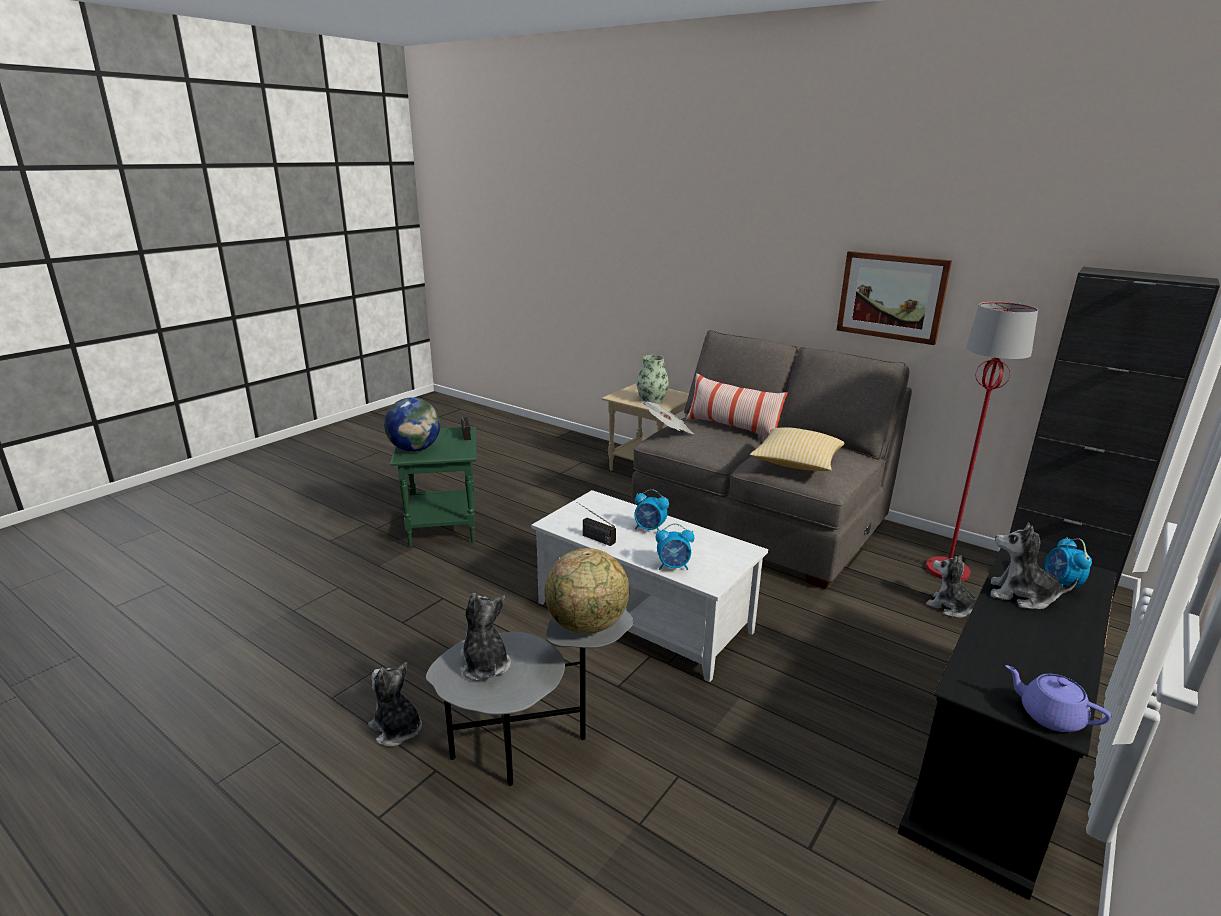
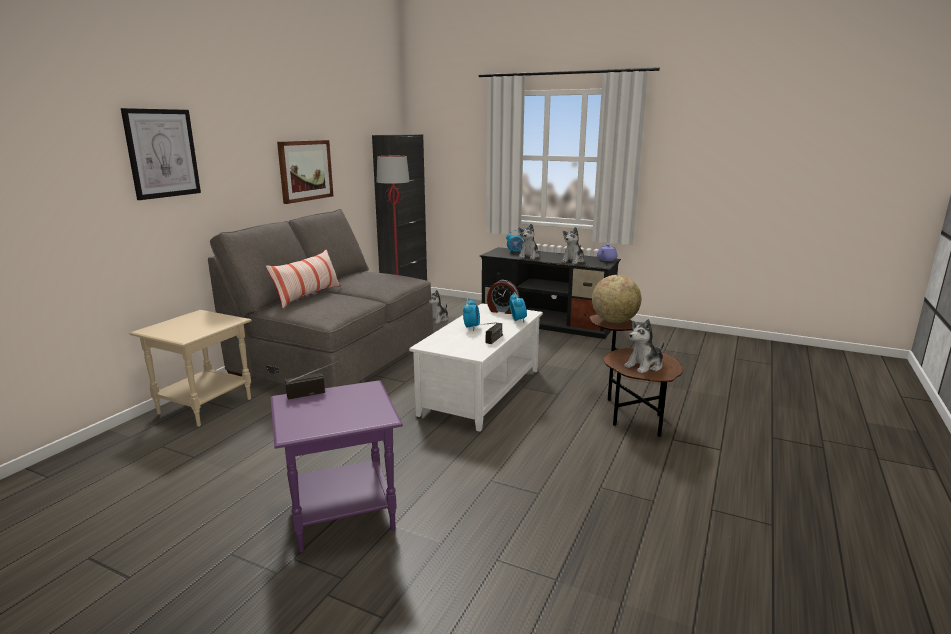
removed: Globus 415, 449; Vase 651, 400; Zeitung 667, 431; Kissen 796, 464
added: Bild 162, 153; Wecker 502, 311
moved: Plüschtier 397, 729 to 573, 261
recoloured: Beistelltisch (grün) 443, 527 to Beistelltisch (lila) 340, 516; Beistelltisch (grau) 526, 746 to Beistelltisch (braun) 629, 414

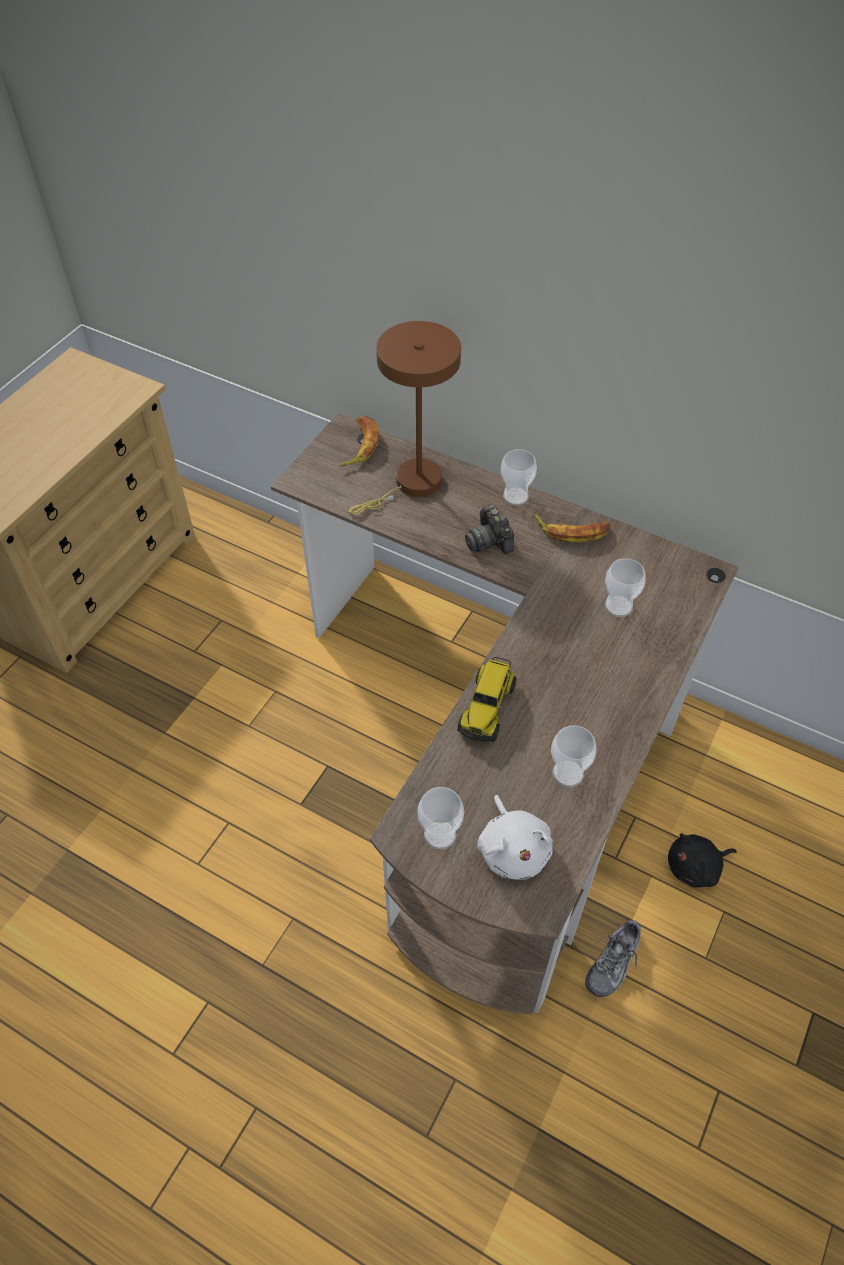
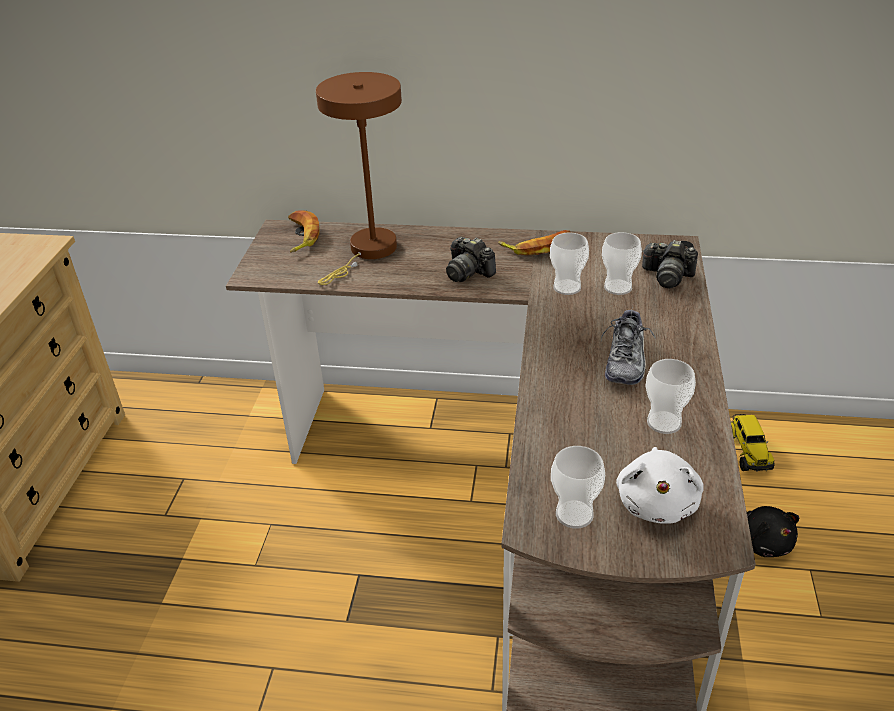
added: Kamera 667, 276
moved: Tasse 515, 496 to 567, 287; Schuh 613, 962 to 625, 361; Spielzeuglaster 487, 707 to 748, 451
turned: Plüschtier (weiß) 513, 849 = 657, 502 45 degrees clockwise; Plüschtier (schwarz) 695, 867 = 761, 541 75 degrees counterclockwise

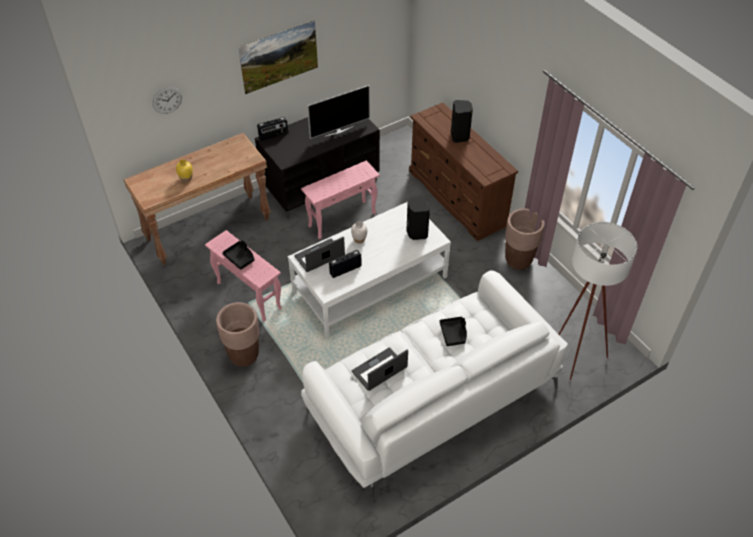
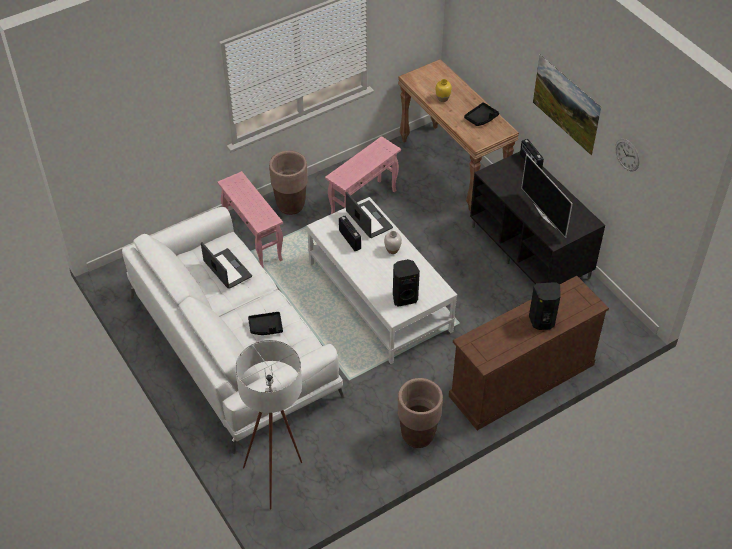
moved: Beistelltisch (rosa) 342, 220 to 254, 242; Tablett (schwarz) 240, 258 to 481, 118; Wanduhr 167, 100 to 627, 155

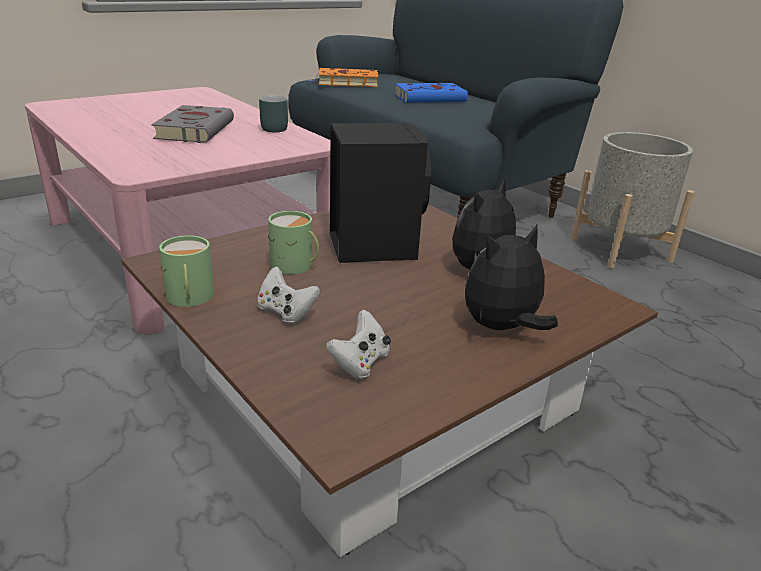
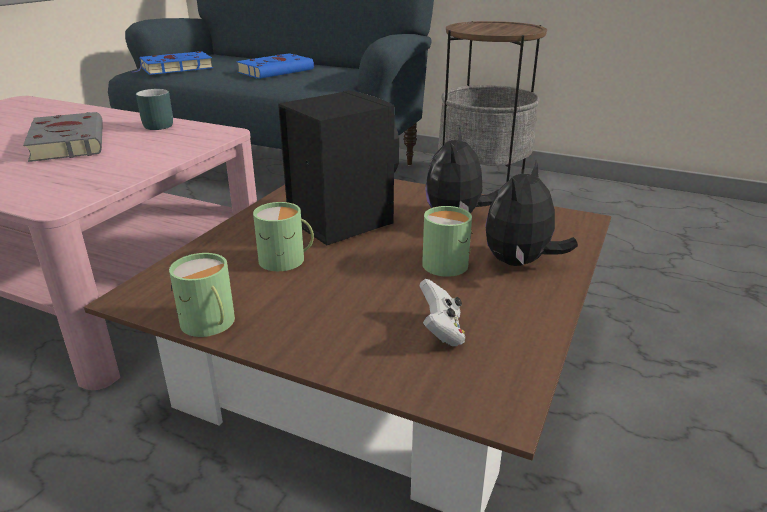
removed: Gamepad (weiß) 286, 312
added: Henkelbecher (grün) 447, 262
replaced: Pflanzkübel (grau) 620, 249 to Beistelltisch 483, 179
recoloured: Buch (orange) 346, 82 to Buch (blau) 175, 68

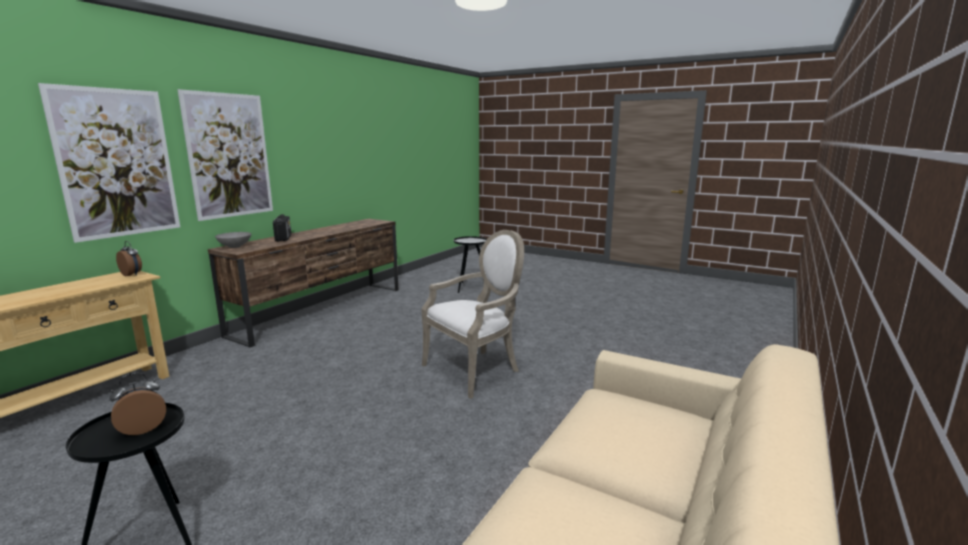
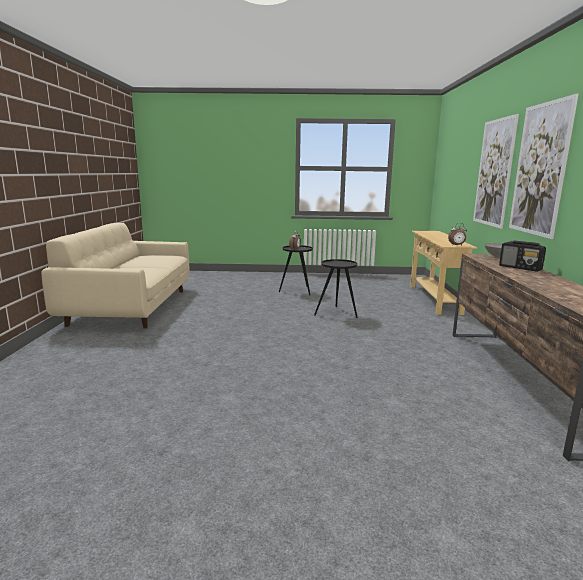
removed: Sessel 476, 369
moved: Beistelltisch (schwarz) 471, 287 to 337, 314

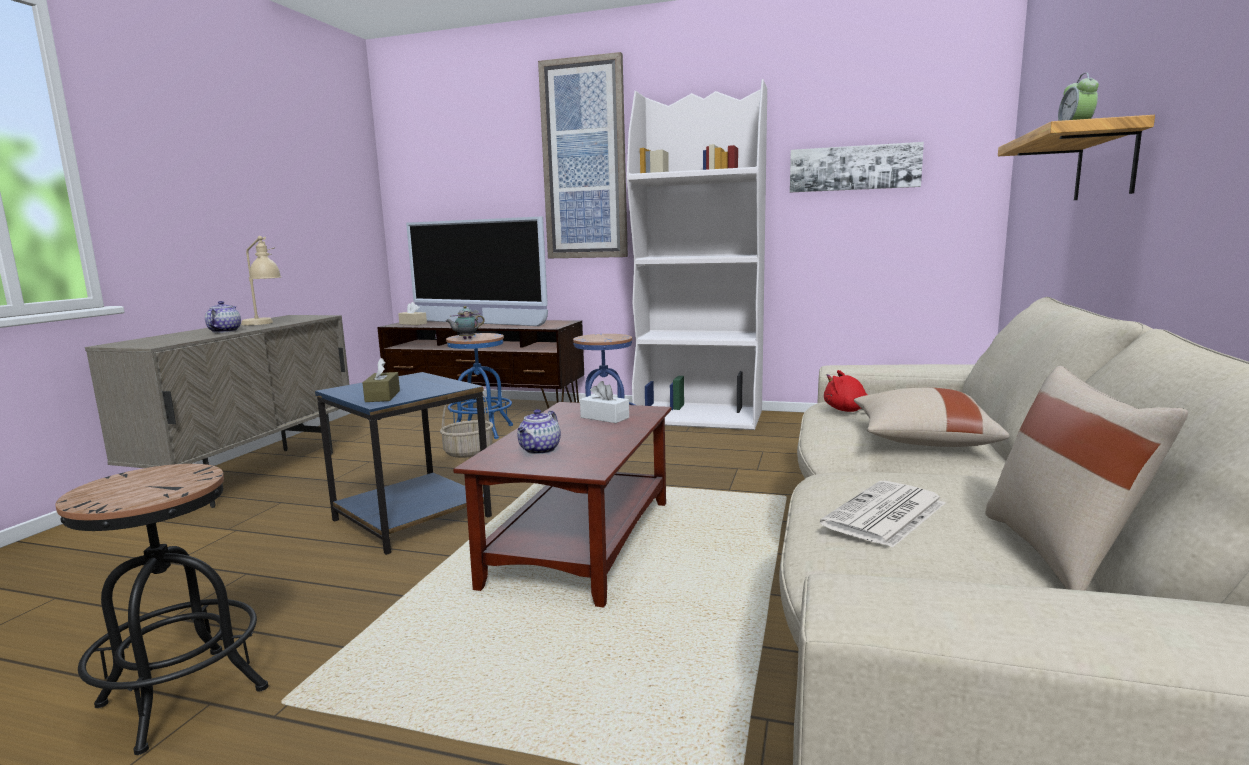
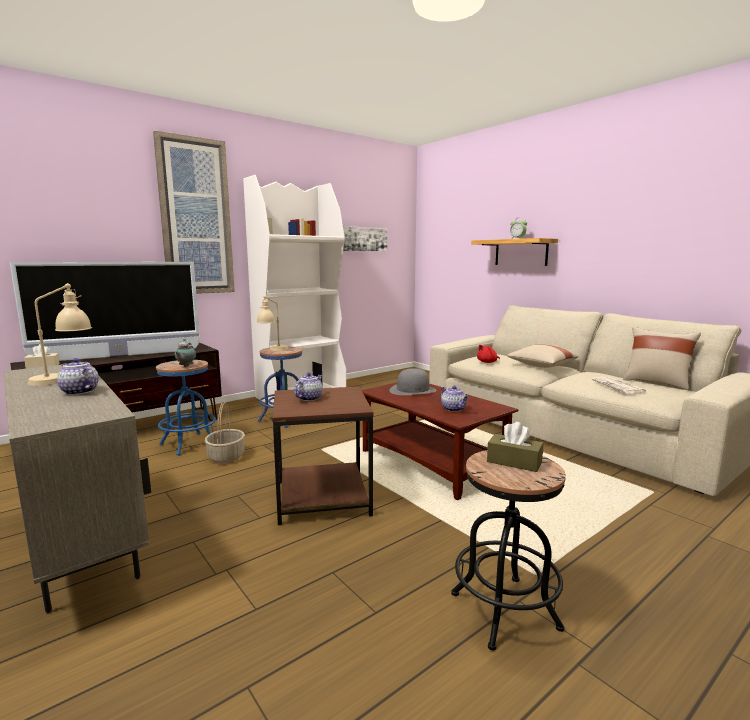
added: Tischlampe (beige) 273, 350; Teekanne 309, 398
moved: Taschentuchbox (braun) 382, 396 to 514, 462
replaced: Taschentuchbox (weiß) 604, 417 to Hut (grau) 413, 390
recoloured: Beistelltisch (blau) 414, 518 to Beistelltisch (braun) 323, 497

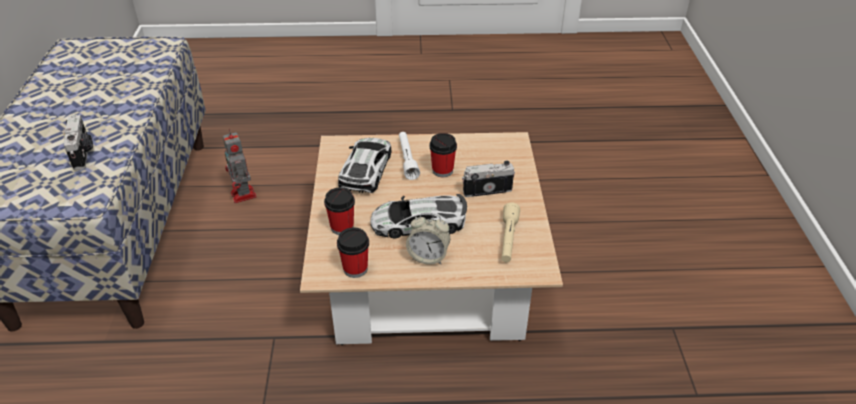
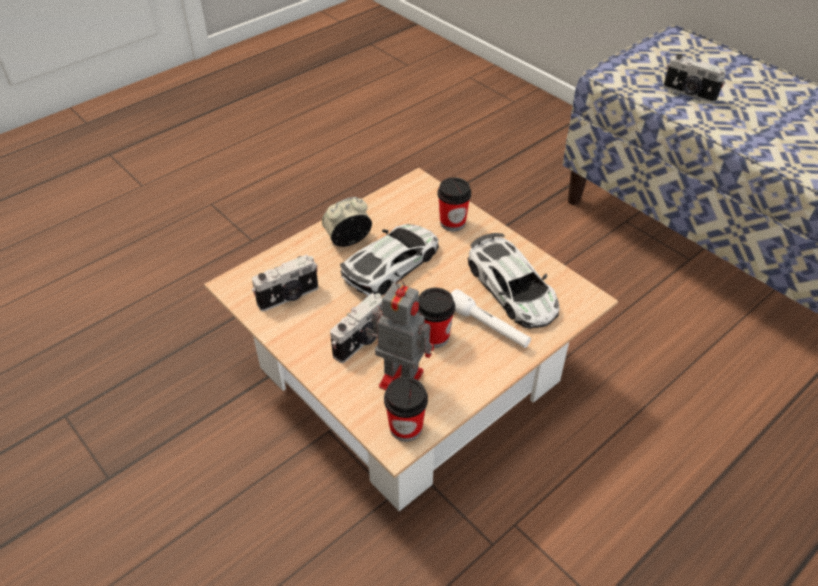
moved: Spielzeugroboter 244, 195 to 399, 378; Tasse 355, 269 to 406, 428
replaced: Taschenlampe (beige) 508, 239 to Kamera 289, 297

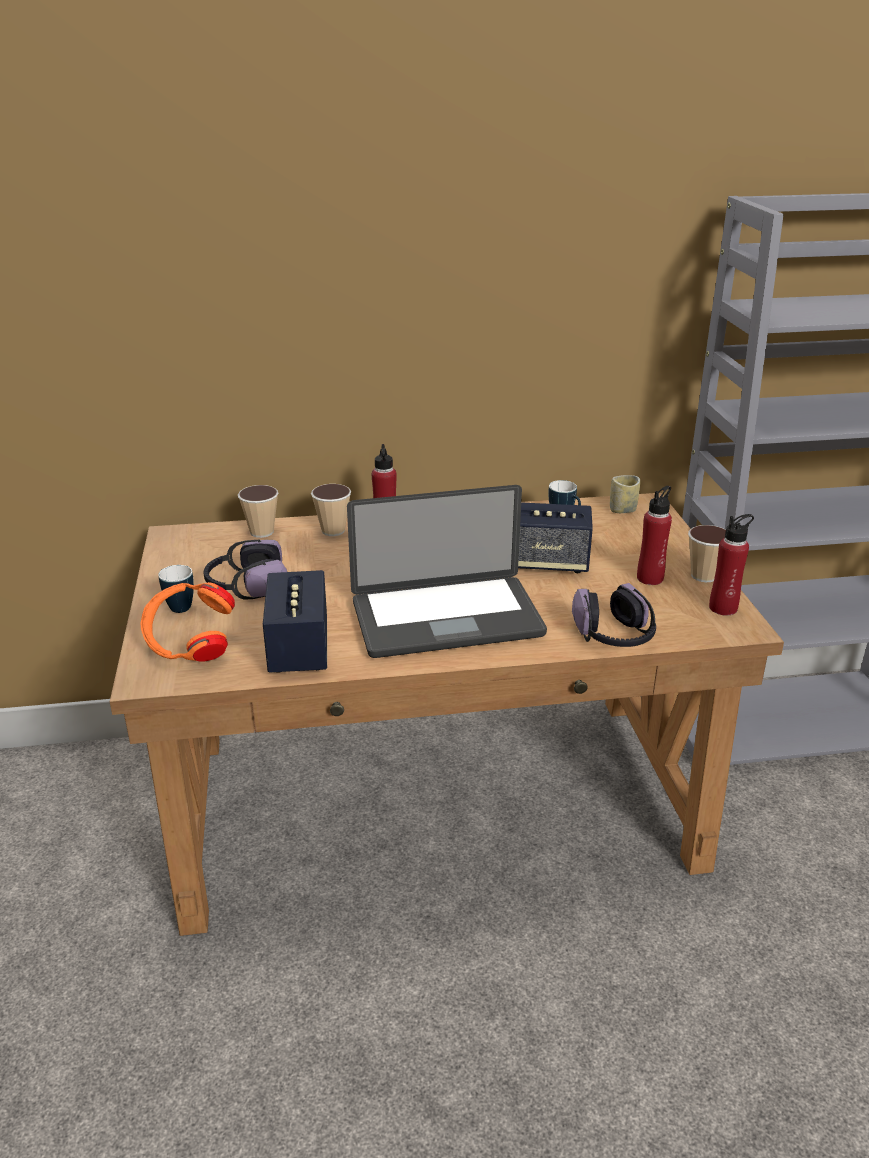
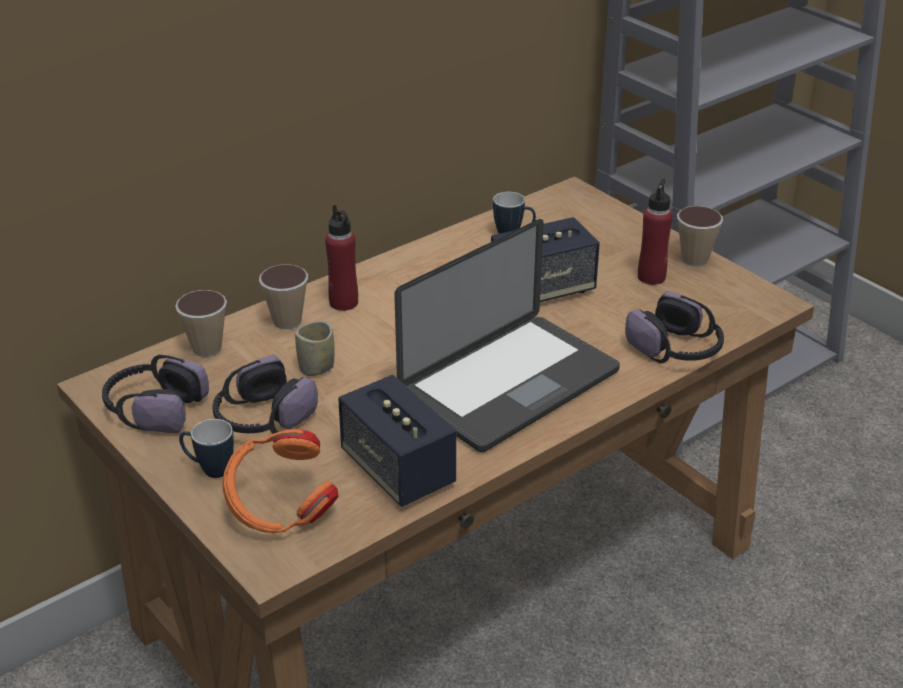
removed: Flasche (rot) 723, 608
added: Kopfhörer 154, 409
moved: Tasse 622, 510 to 316, 367

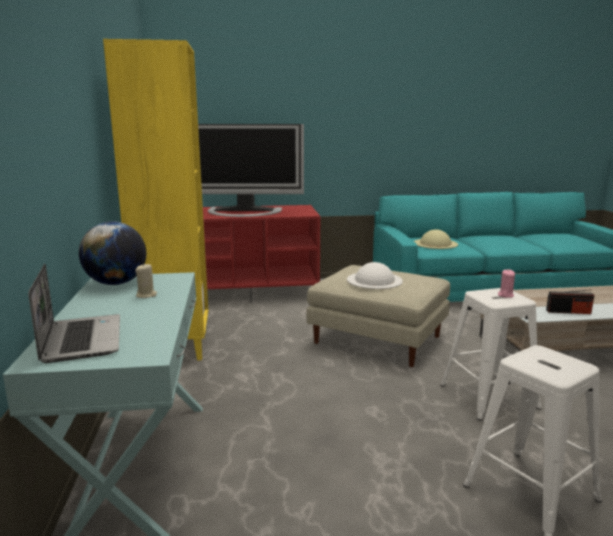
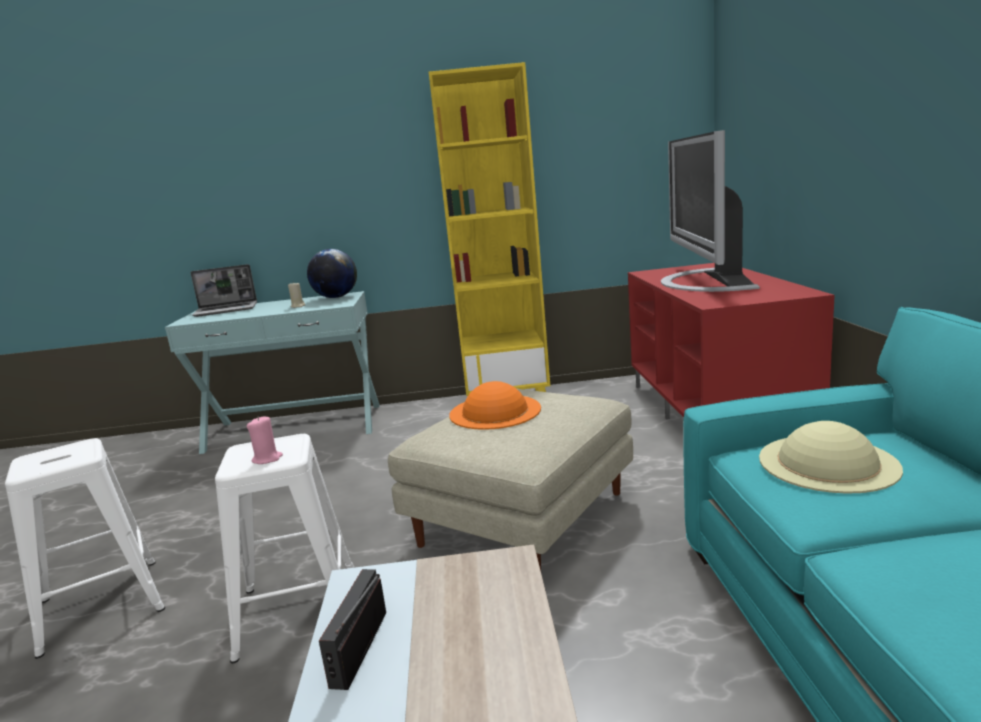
recoloured: Hut (weiß) 374, 280 to Hut (orange) 495, 411

